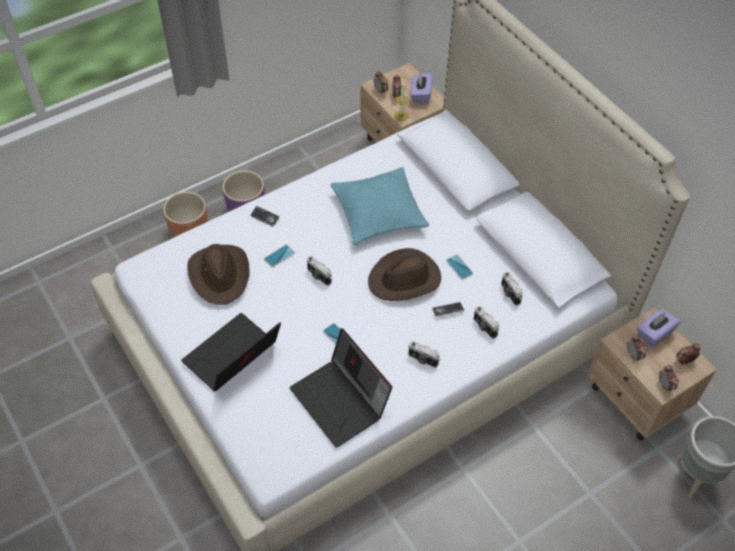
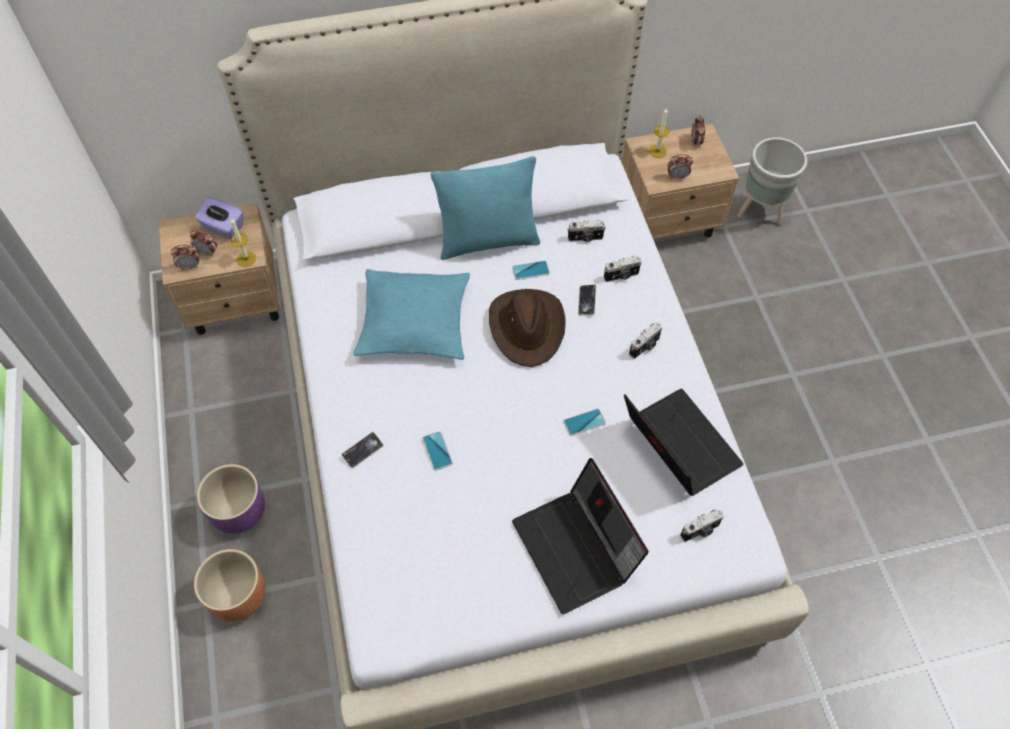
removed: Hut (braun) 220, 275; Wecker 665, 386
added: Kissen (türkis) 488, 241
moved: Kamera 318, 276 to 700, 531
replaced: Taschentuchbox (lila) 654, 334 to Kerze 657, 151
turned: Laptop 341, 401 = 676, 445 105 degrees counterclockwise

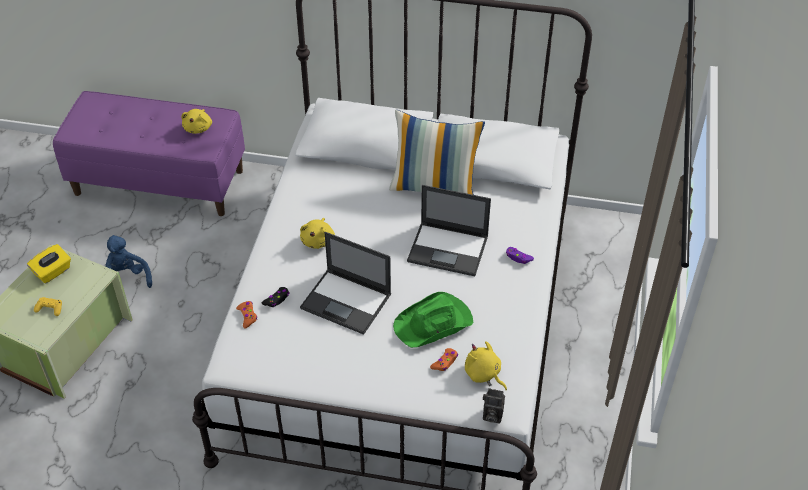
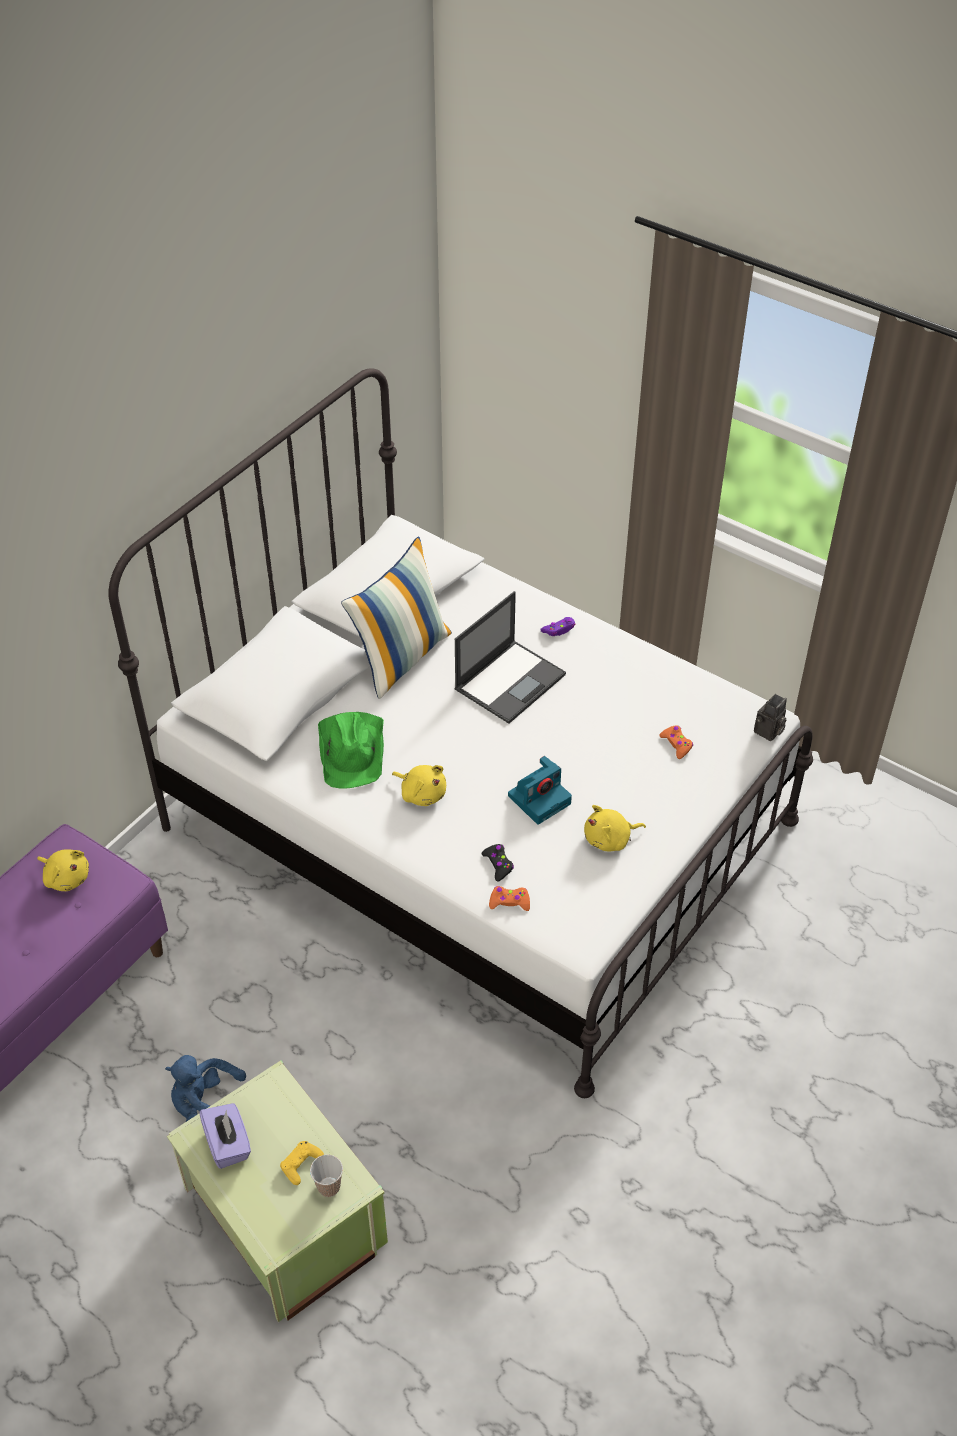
added: Tasse 329, 1187
moved: Hut (grün) 434, 323 to 353, 750; Plüschtier (gelb) 483, 374 to 610, 839
replaced: Laptop 347, 301 to Kamera 540, 798
recoloured: Taschentuchbox (gelb) 53, 272 to Taschentuchbox (lila) 228, 1144

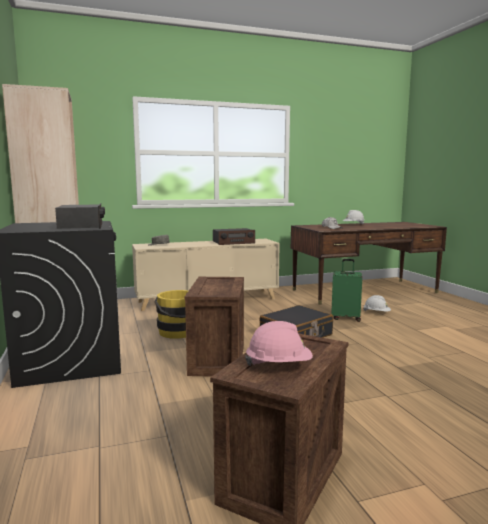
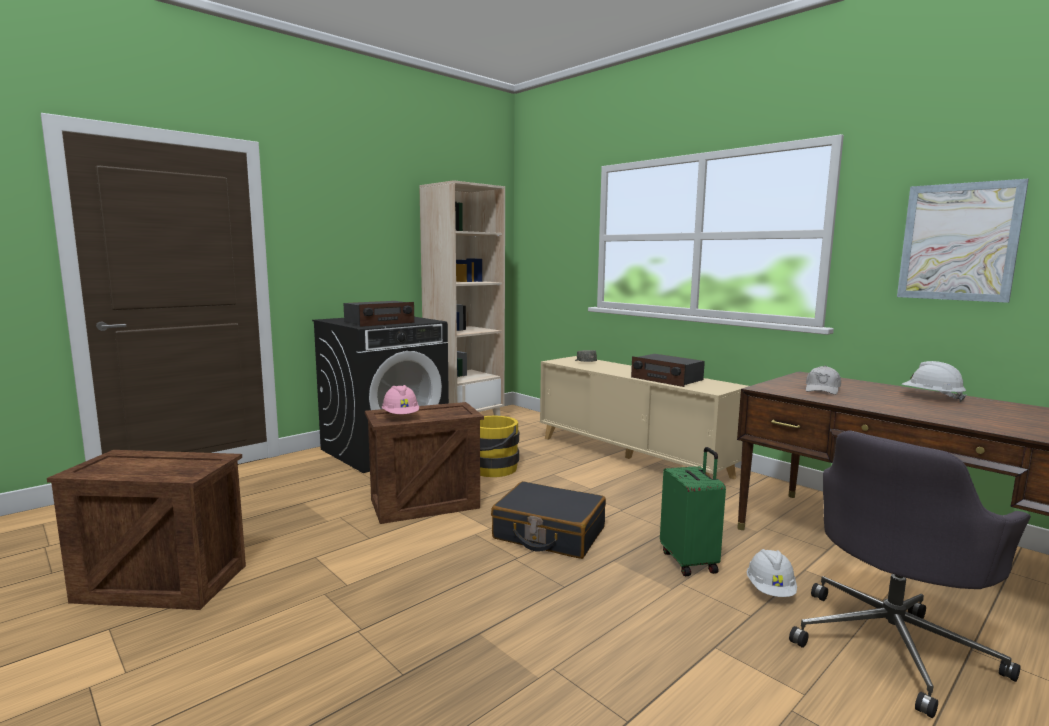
added: Bürostuhl (grau) 892, 645; Bild 958, 242
moved: Schutzhelm (rosa) 279, 365 to 401, 416

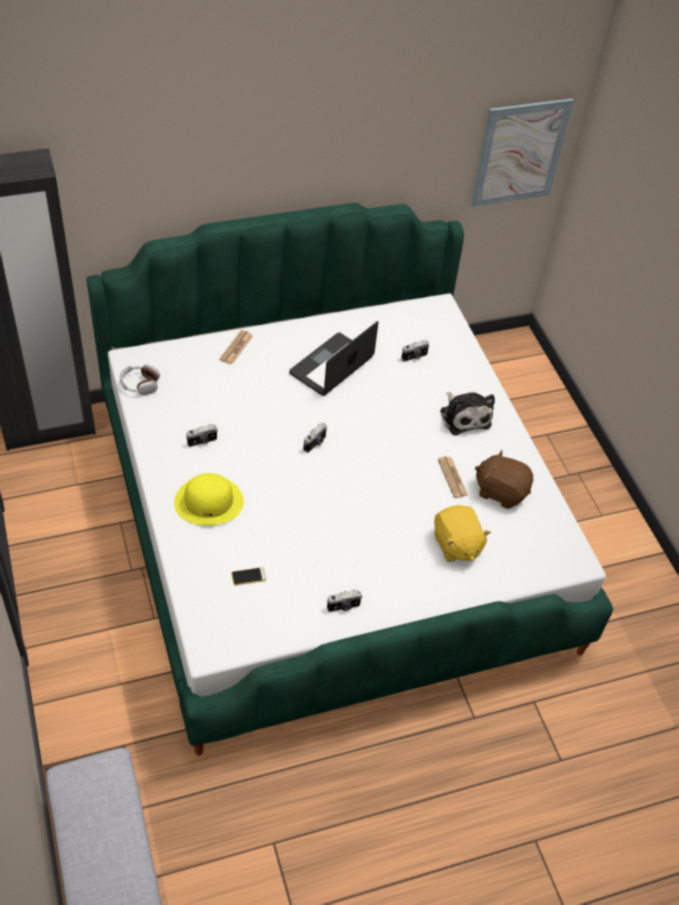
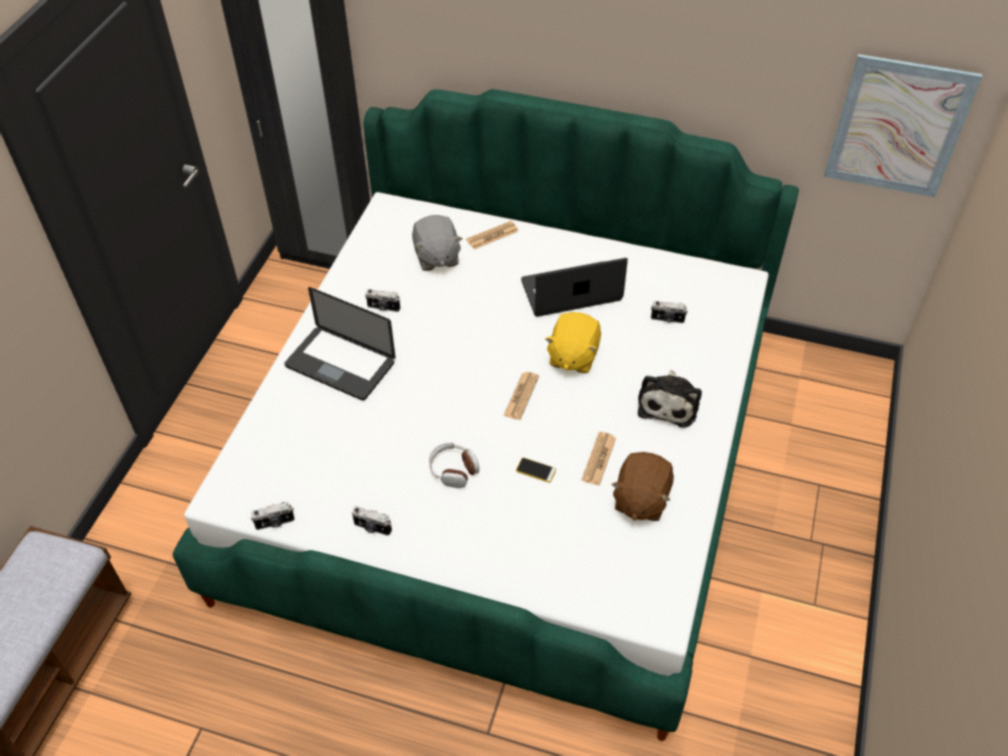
added: Plüschtier (grau) 436, 257; Zeitung 521, 396
moved: Kamera 315, 443 to 275, 523; Kopfhörer 140, 384 to 453, 470; Handy 248, 576 to 536, 470; Plüschtier (gelb) 456, 545 to 572, 356
replaced: Hut (gelb) 209, 501 to Laptop 340, 364
turned: Plüschtier (braun) 501, 491 = 640, 499 135 degrees counterclockwise

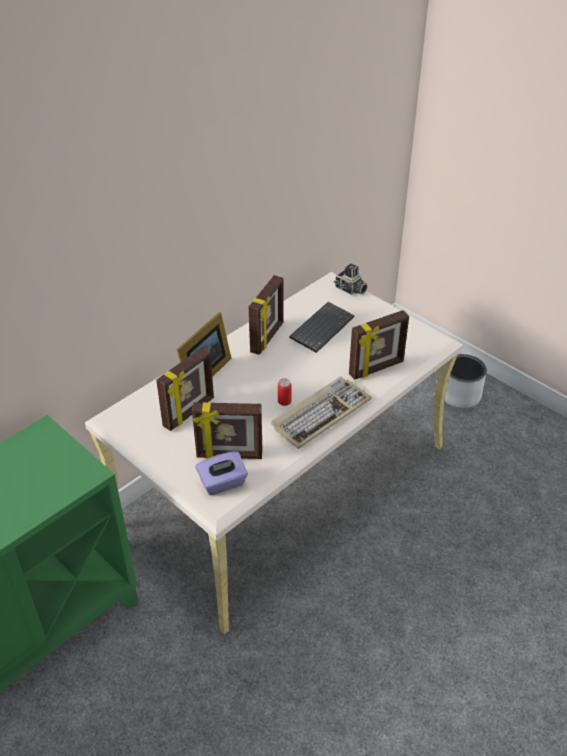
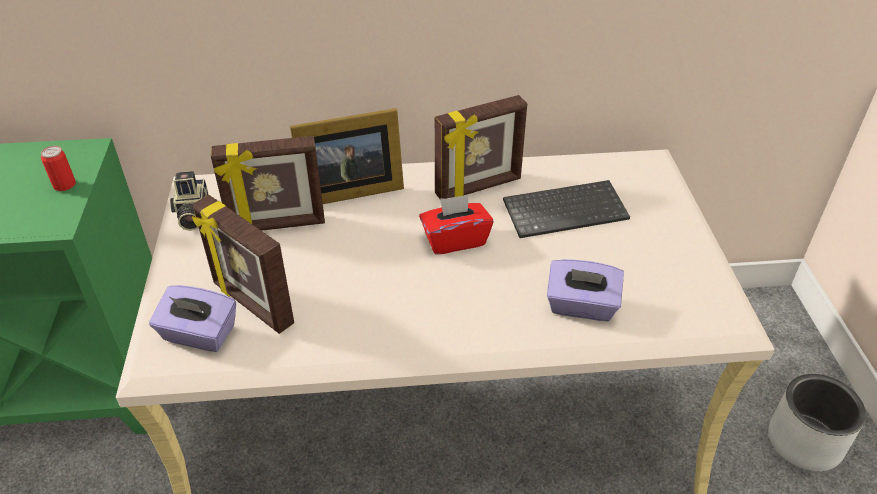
removed: Tastatur 321, 413
added: Taschentuchbox (rot) 455, 240
moved: Dose 284, 401 to 64, 185; Kamera 350, 289 to 192, 215
replaced: Bilderrahmen 376, 368 to Taschentuchbox (lila) 581, 306

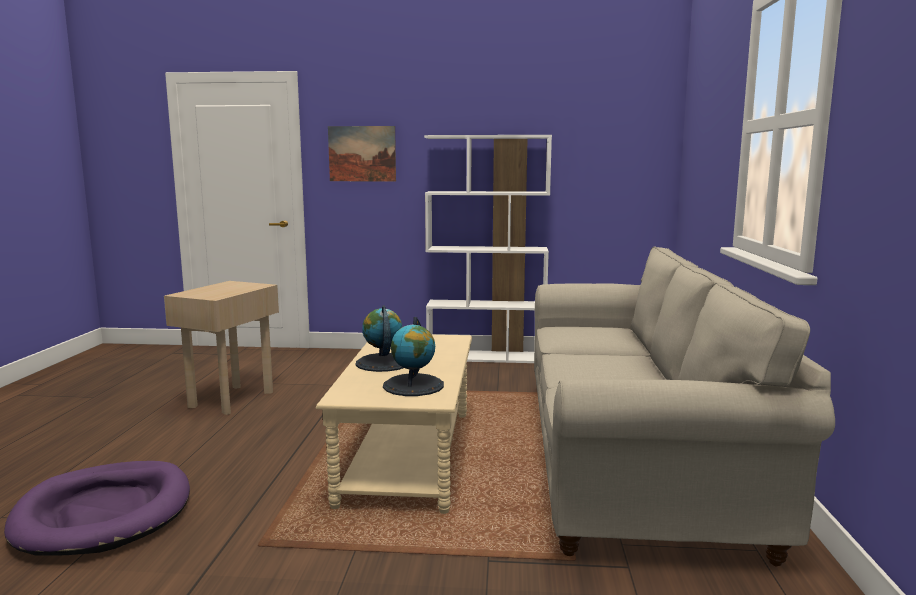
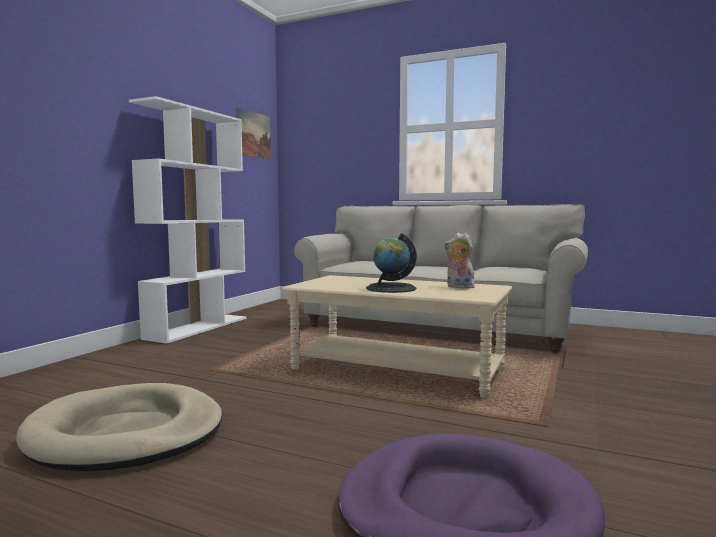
moved: Bild 362, 153 to 253, 134
replaced: Beistelltisch (beige) 230, 399 to Hundebett (beige) 126, 433; Globus 413, 385 to Plüschtier 458, 287

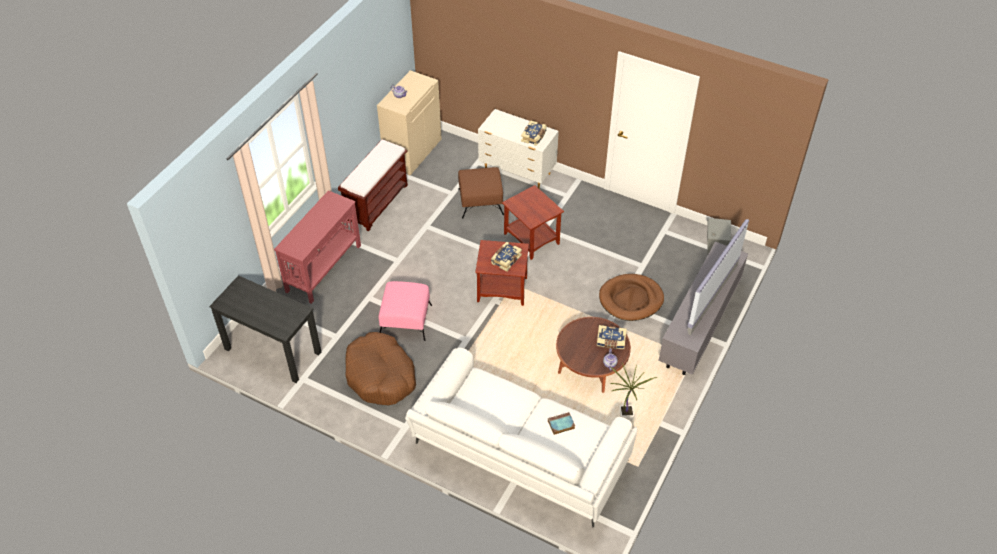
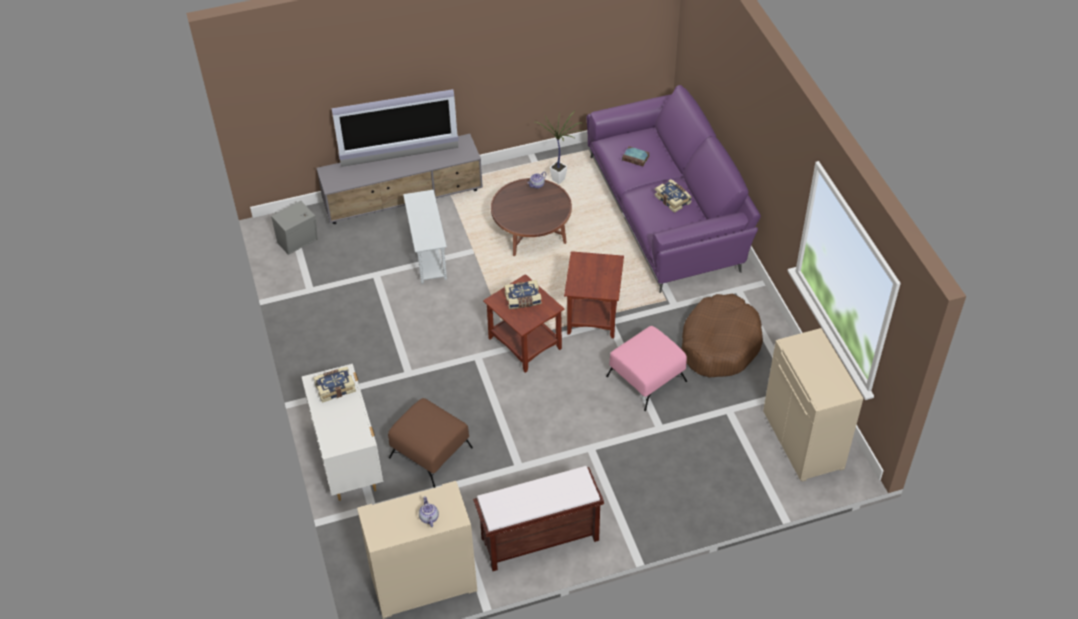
removed: Konsolentisch (rot) 324, 268
moved: Beistelltisch (braun) 532, 238 to 592, 314; Buch 610, 341 to 673, 199
replaced: Hundebett (braun) 631, 299 to Beistelltisch (weiß) 427, 255; Schreibtisch (schwarz) 272, 350 to Schrank (beige) 804, 440
recoloured: Sofa (weiß) 518, 454 to Sofa (lila) 667, 212

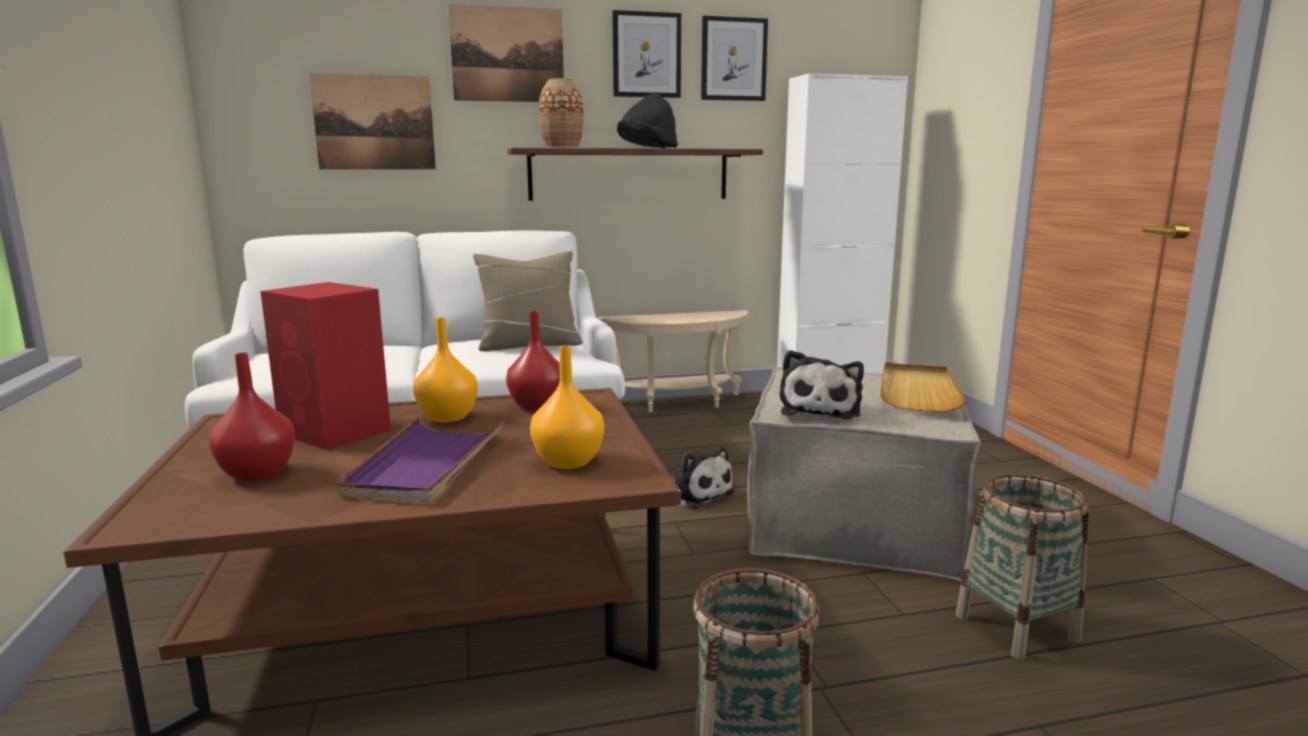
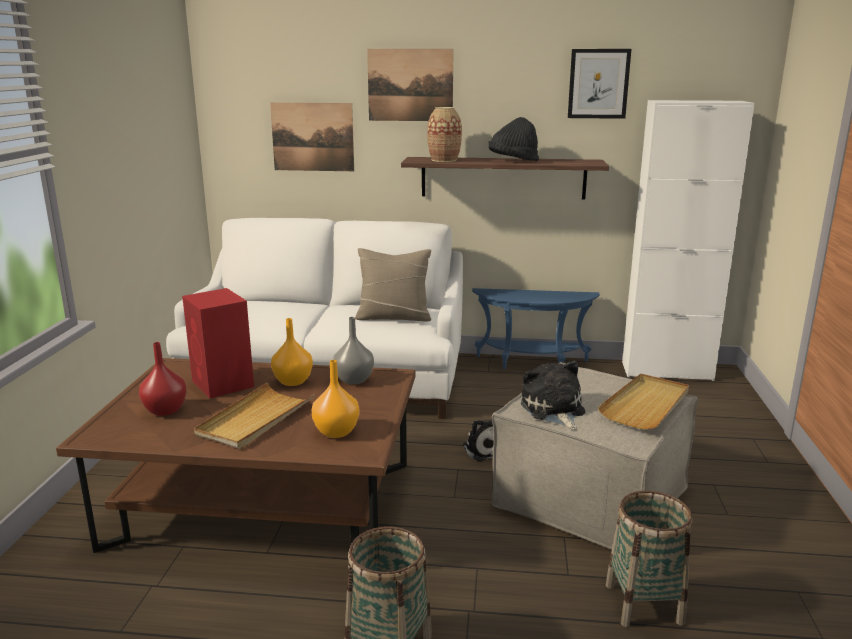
removed: Bild 646, 55
recoloured: Tablett (lila) 426, 464 to Tablett (beige) 255, 419; Vase (rot) 536, 406 to Vase (grau) 353, 379; Beistelltisch (beige) 678, 403 to Beistelltisch (blau) 532, 363
turned: Plüschtier 820, 409 = 553, 410 135 degrees clockwise

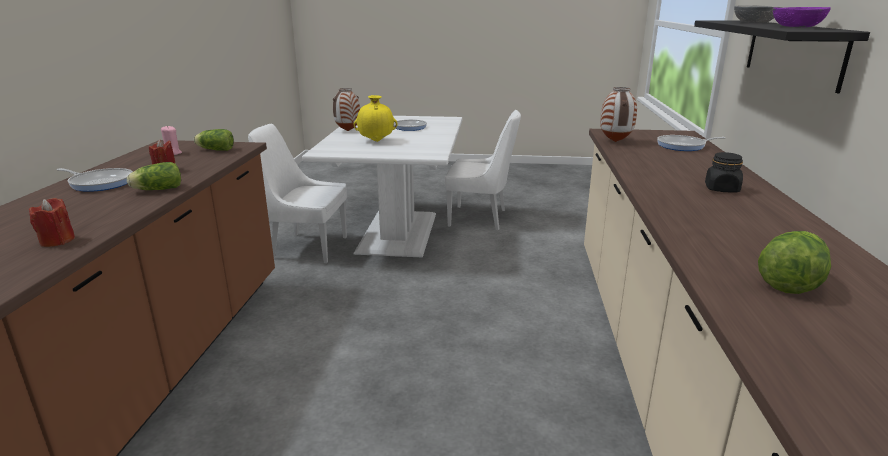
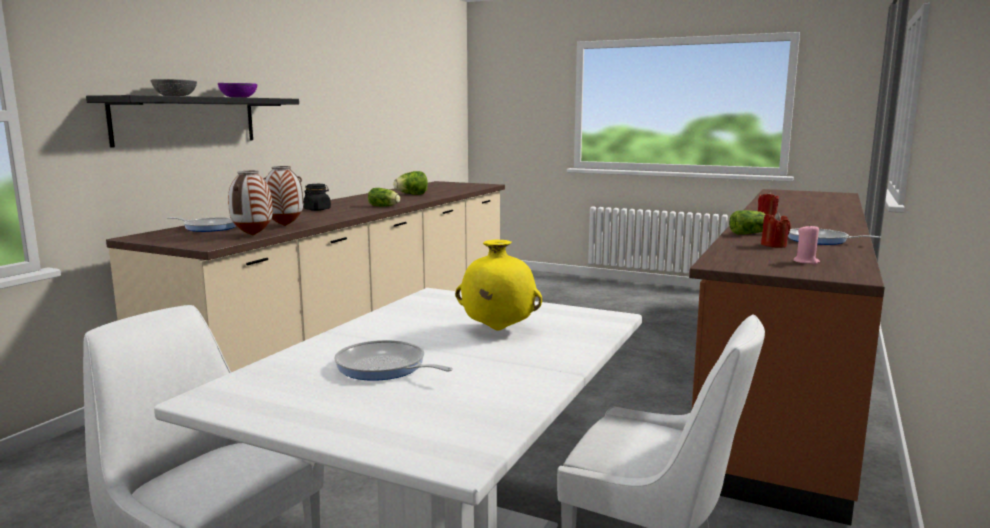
moved: Vase 348, 131 to 284, 226; Salatkopf 215, 150 to 385, 206

